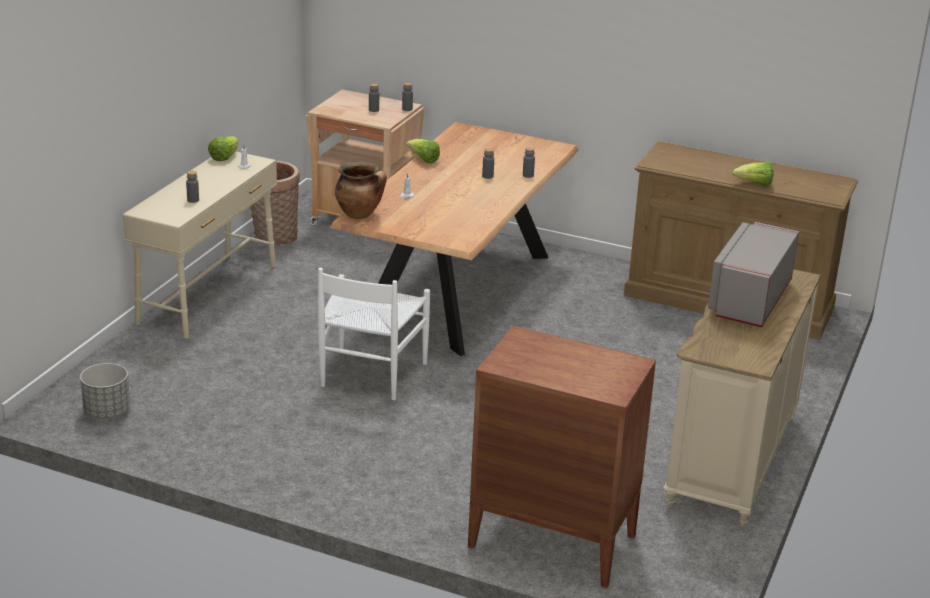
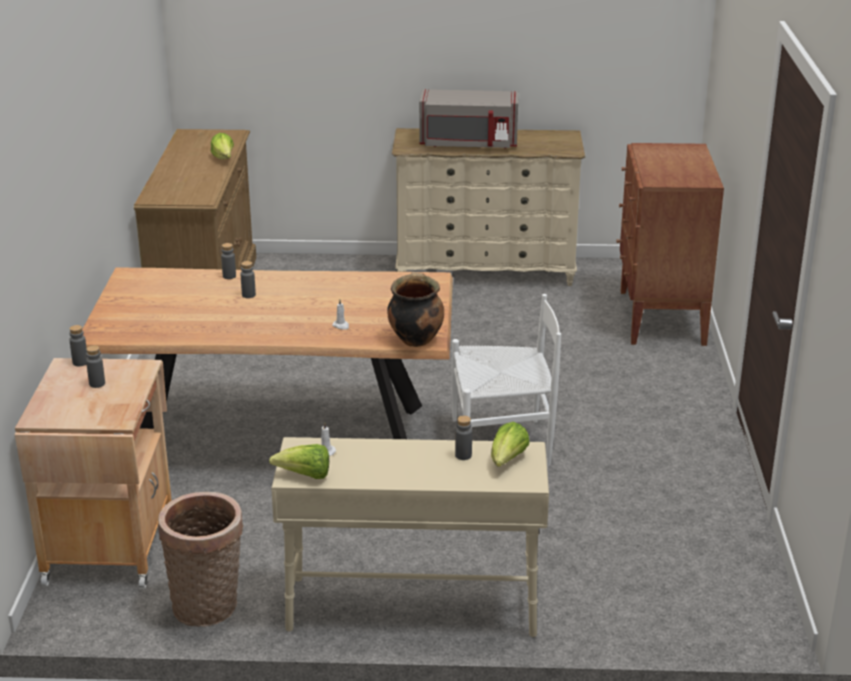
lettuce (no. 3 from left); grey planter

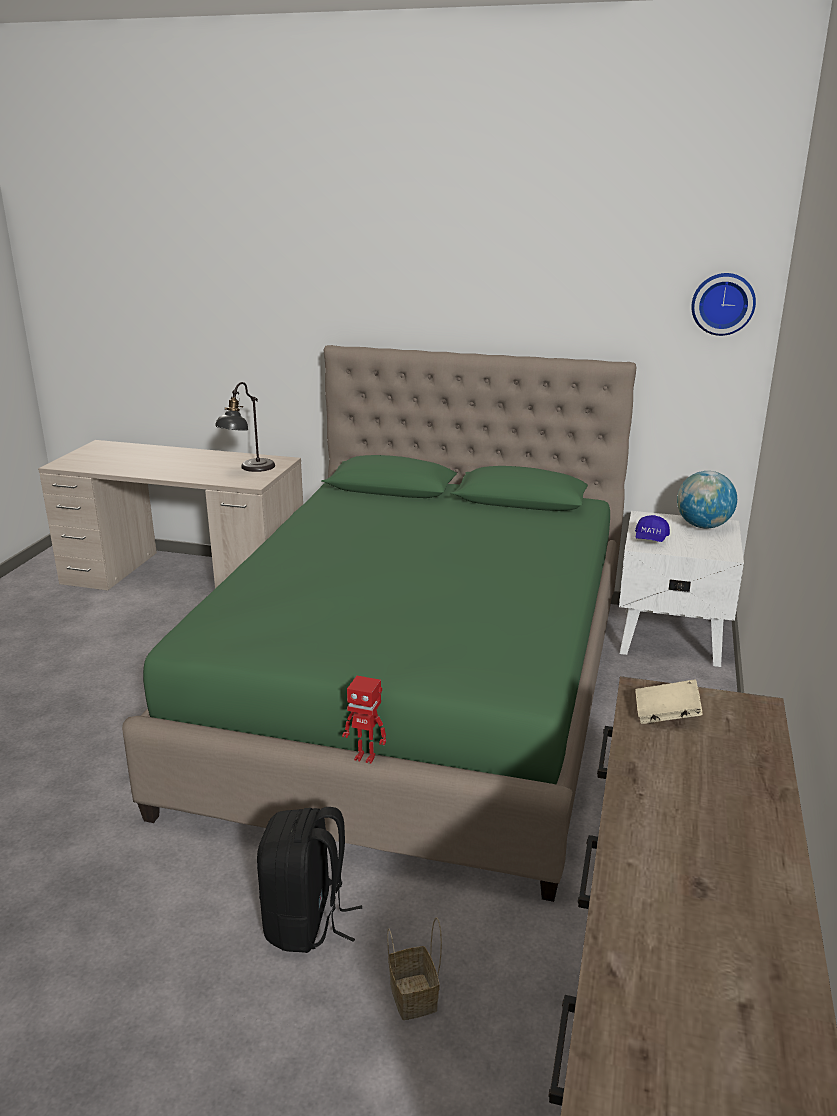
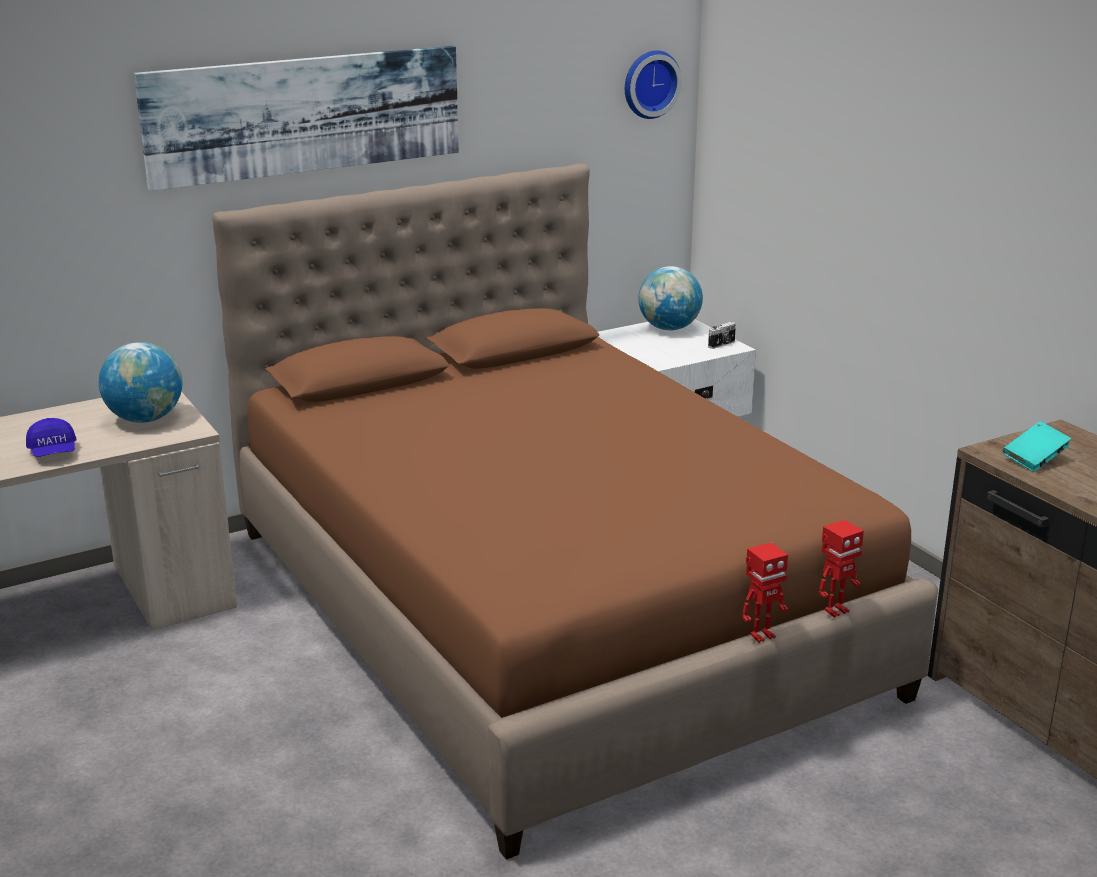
blue cap; globe (no. 1 from left); picture; brown bed; photo camera; toy robot (no. 2 from left); turquoise book; black backpack; basket

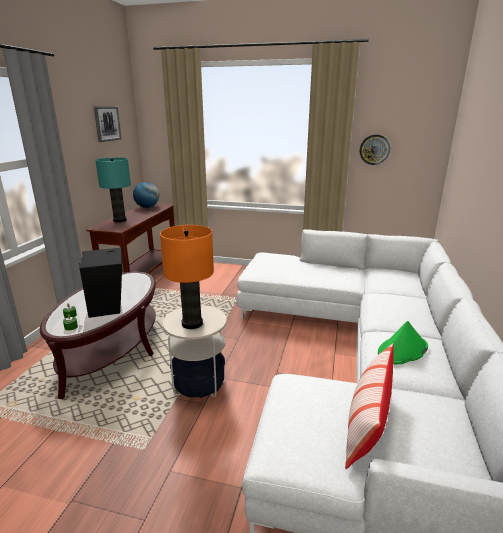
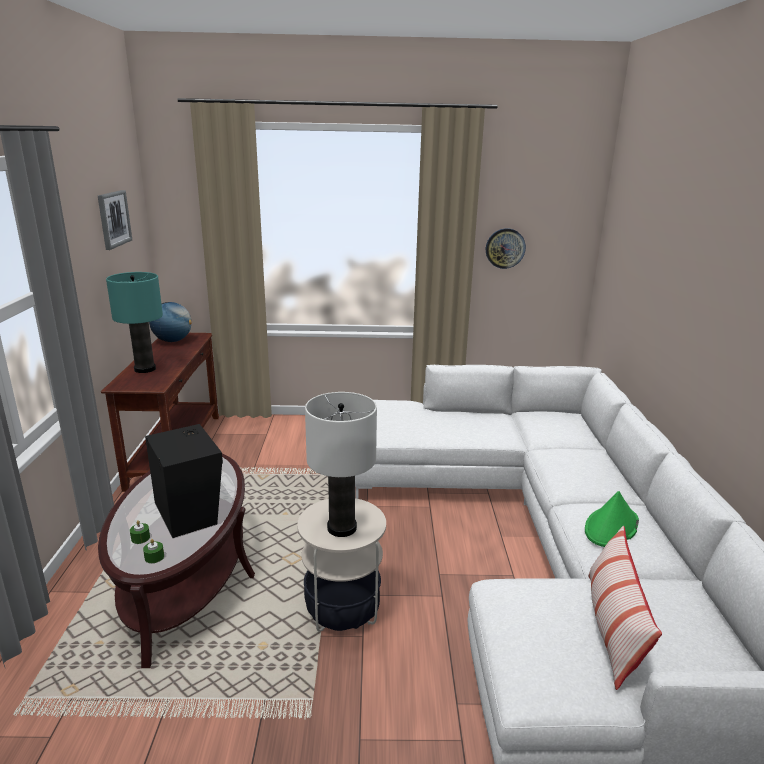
white table lamp

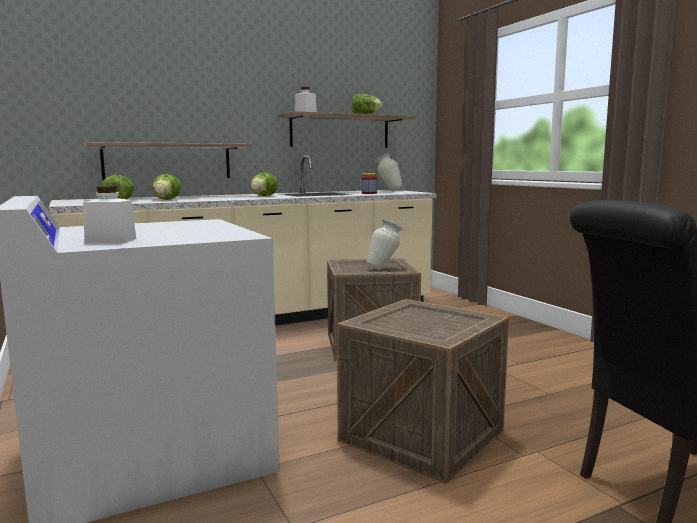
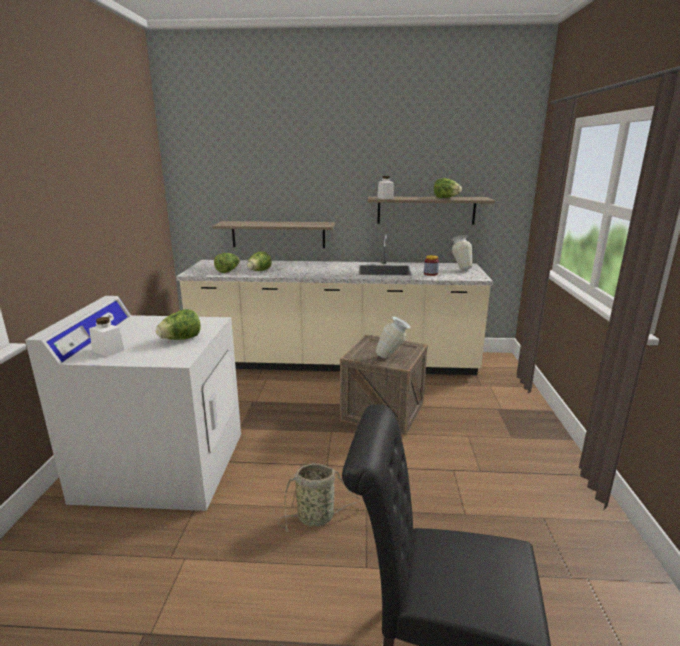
lettuce (no. 1 from left); basket

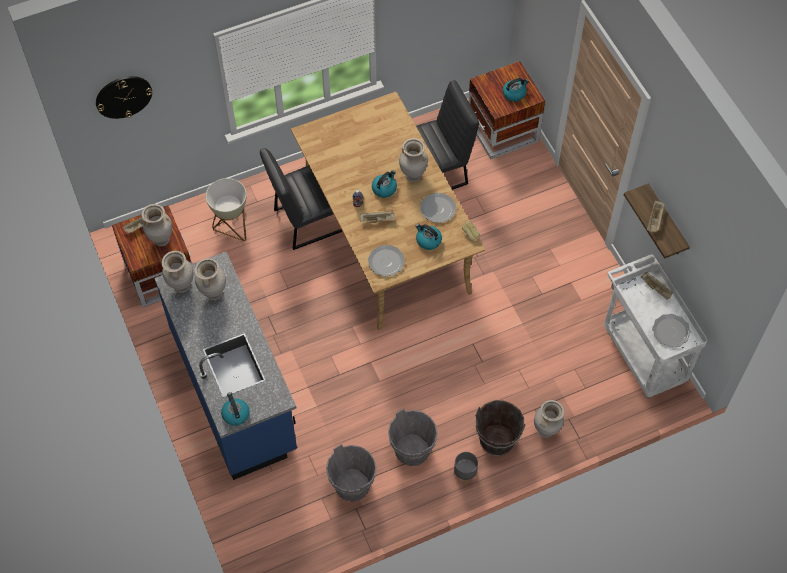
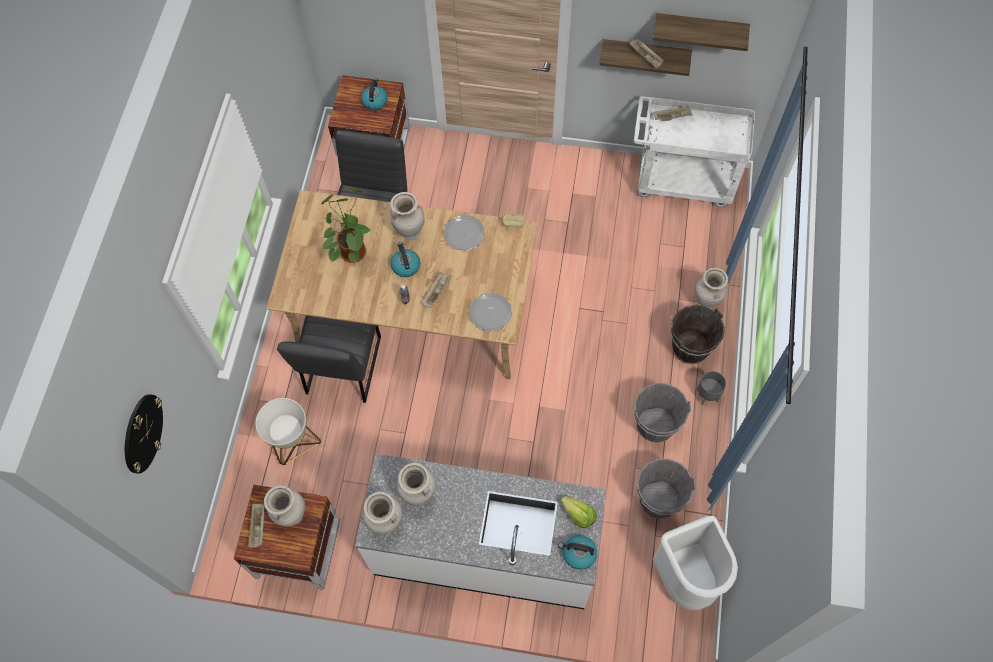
potted plant; white counter; lettuce; shelf (no. 2 from left); white trash can; kettle (no. 3 from left in the first image); plate (no. 3 from left in the first image)

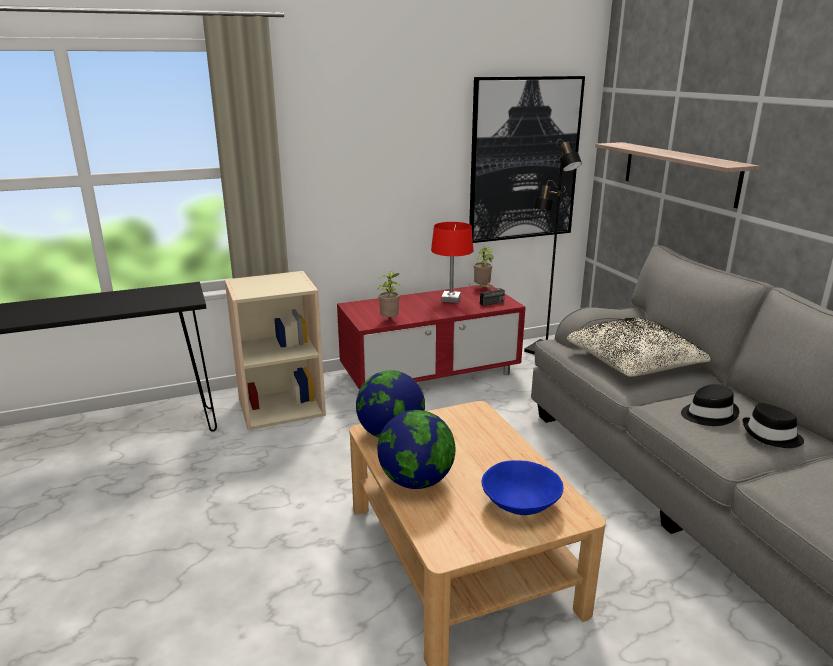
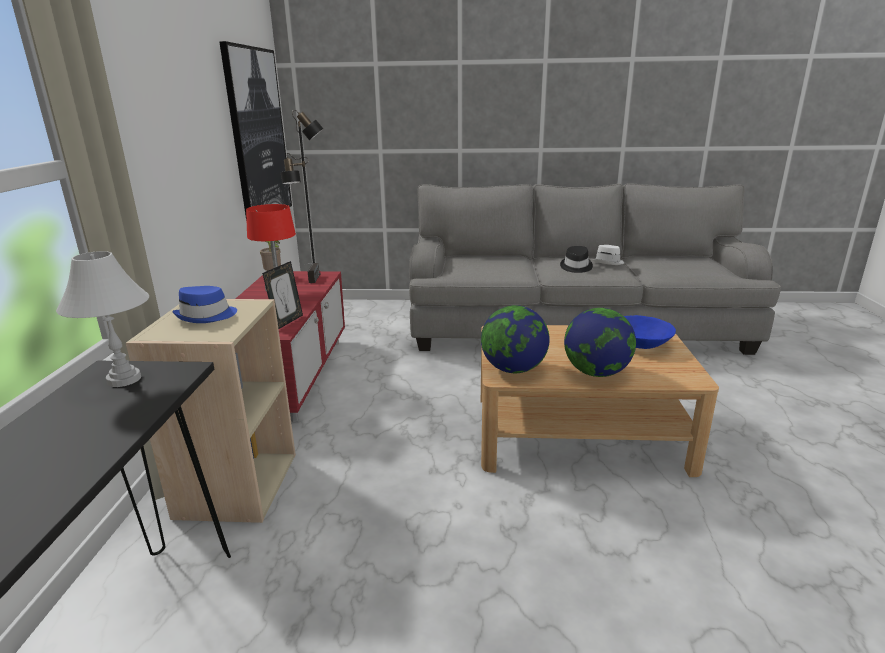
white table lamp; blue hat; picture frame; white hat; beige pillow; shelf

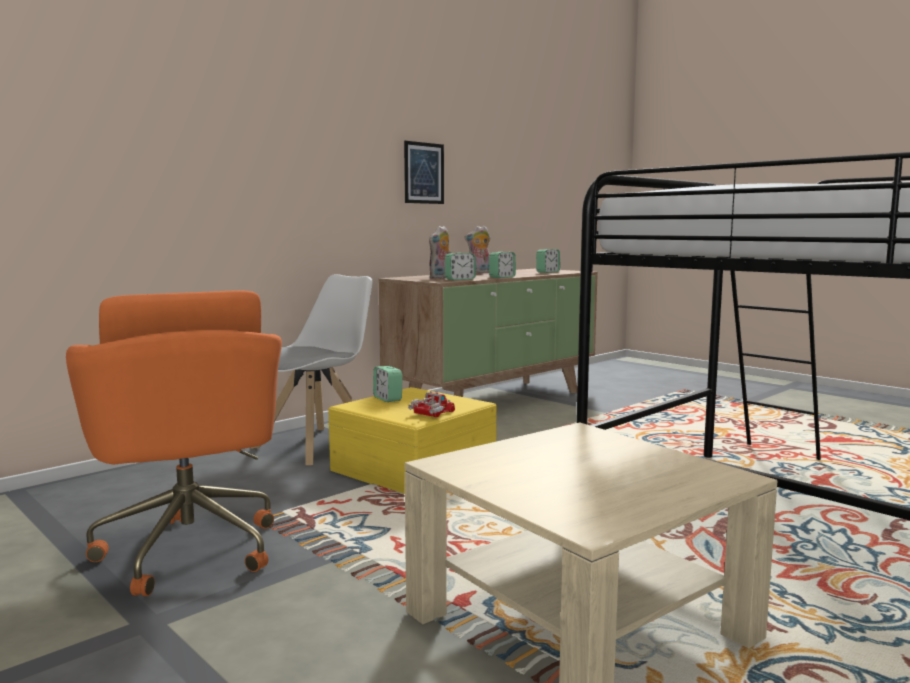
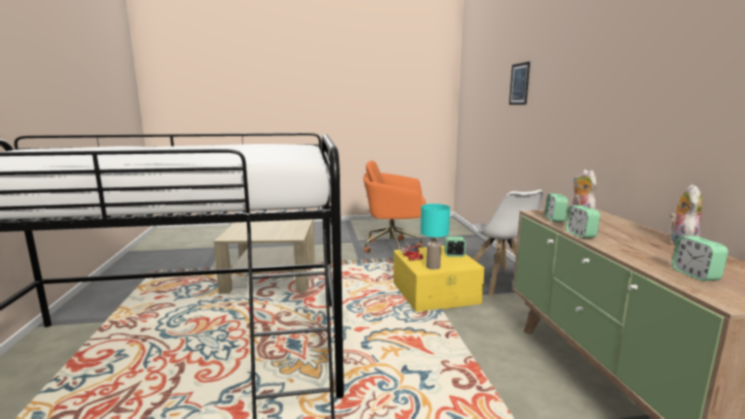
turquoise table lamp; picture

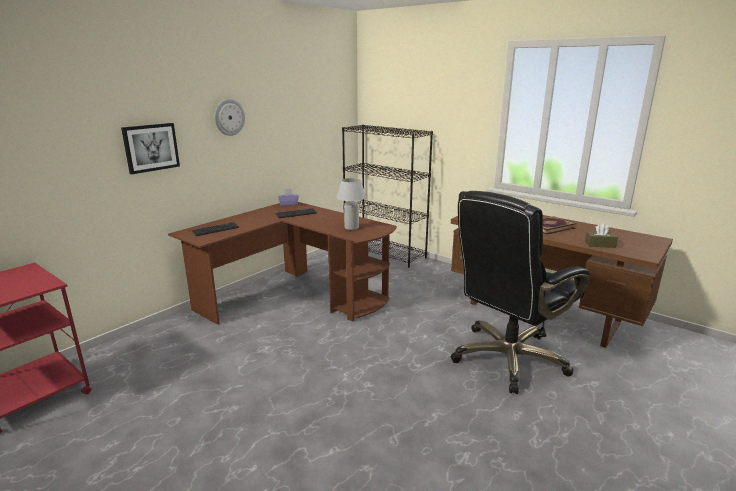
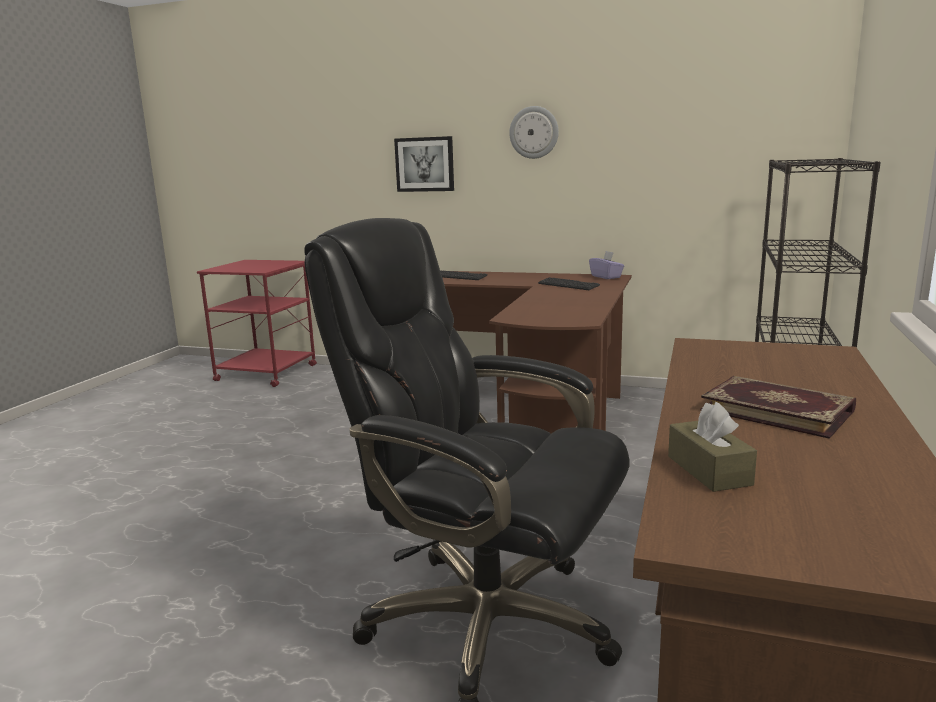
white table lamp

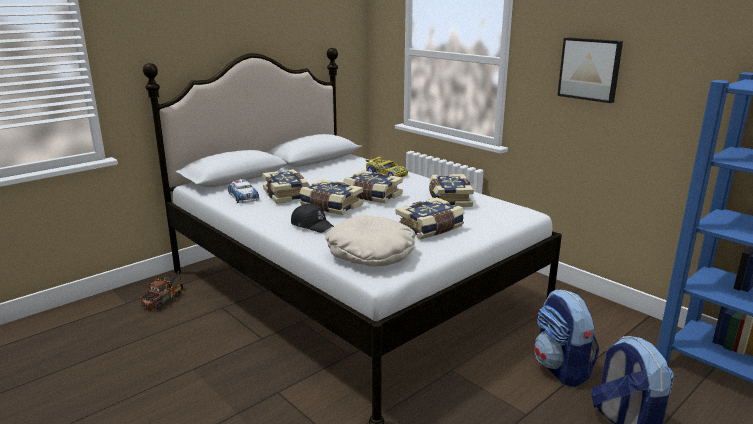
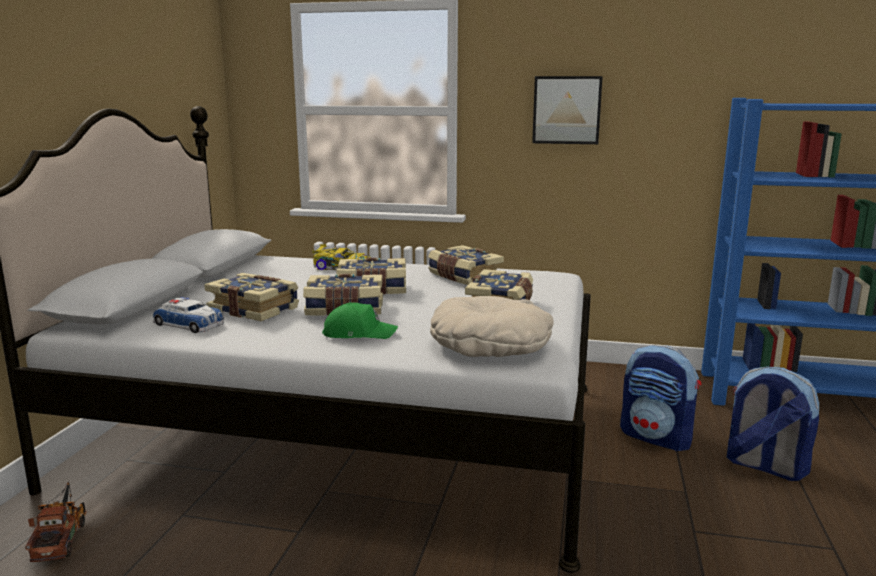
green cap

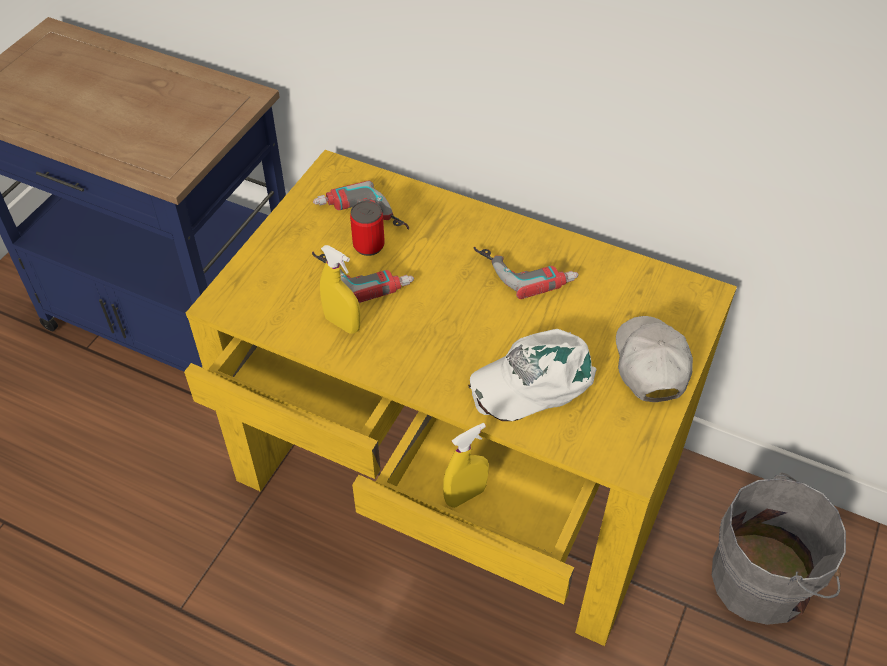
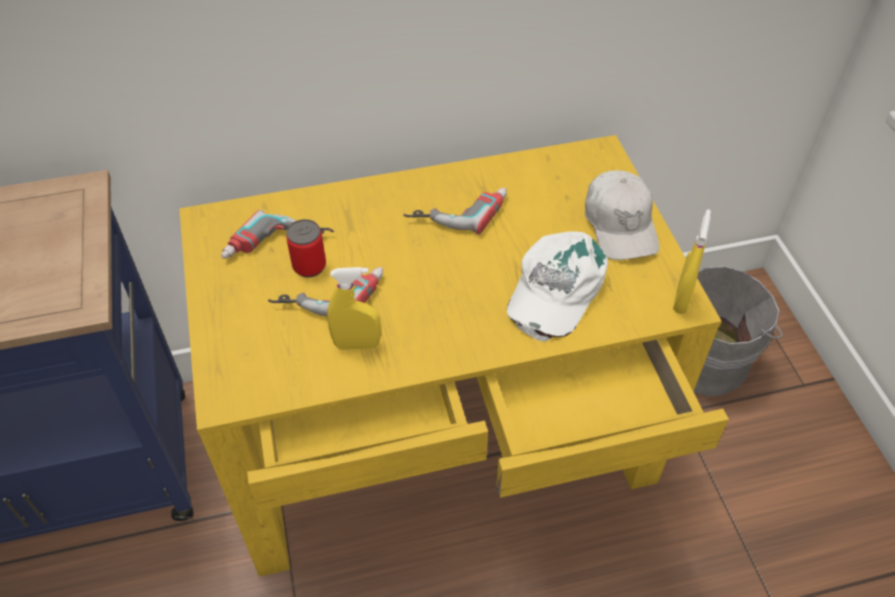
white cap (no. 2 from left); yellow spray bottle (no. 2 from left)

